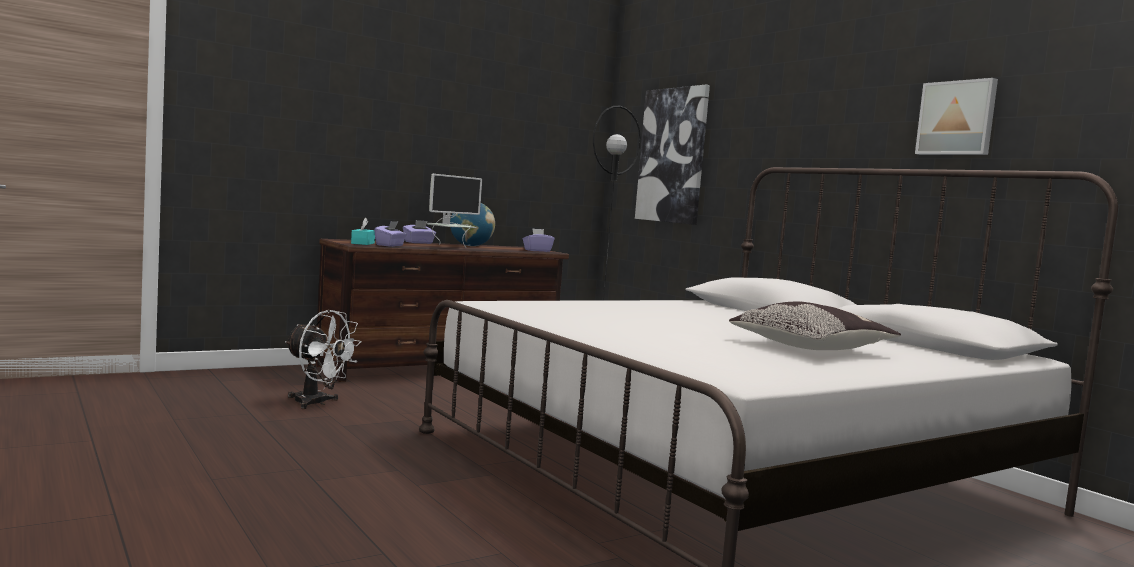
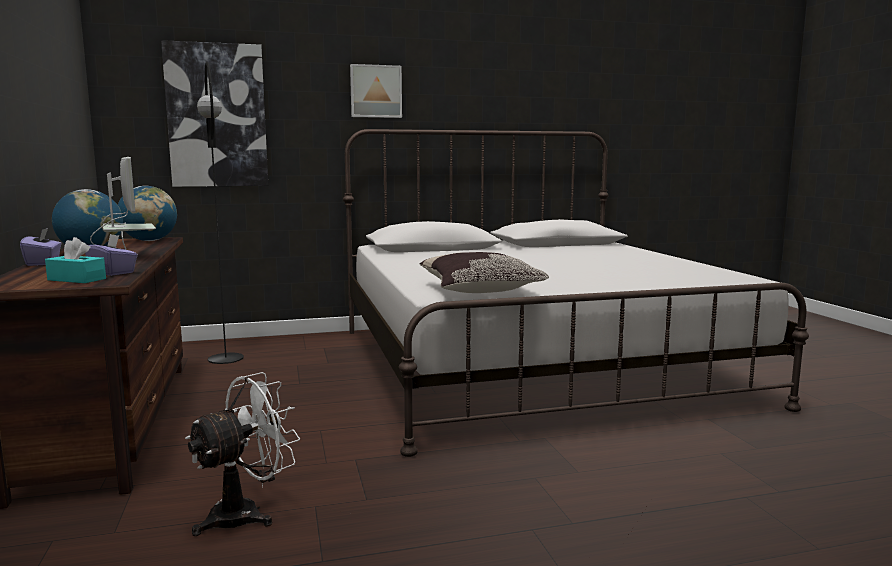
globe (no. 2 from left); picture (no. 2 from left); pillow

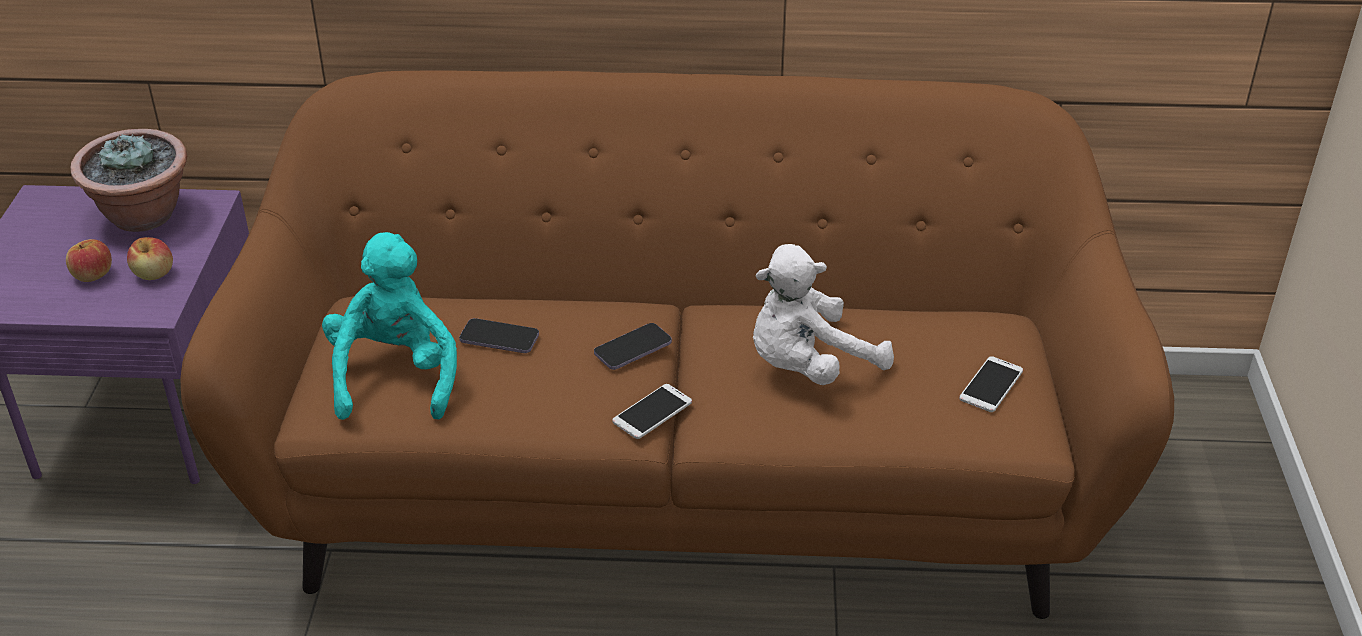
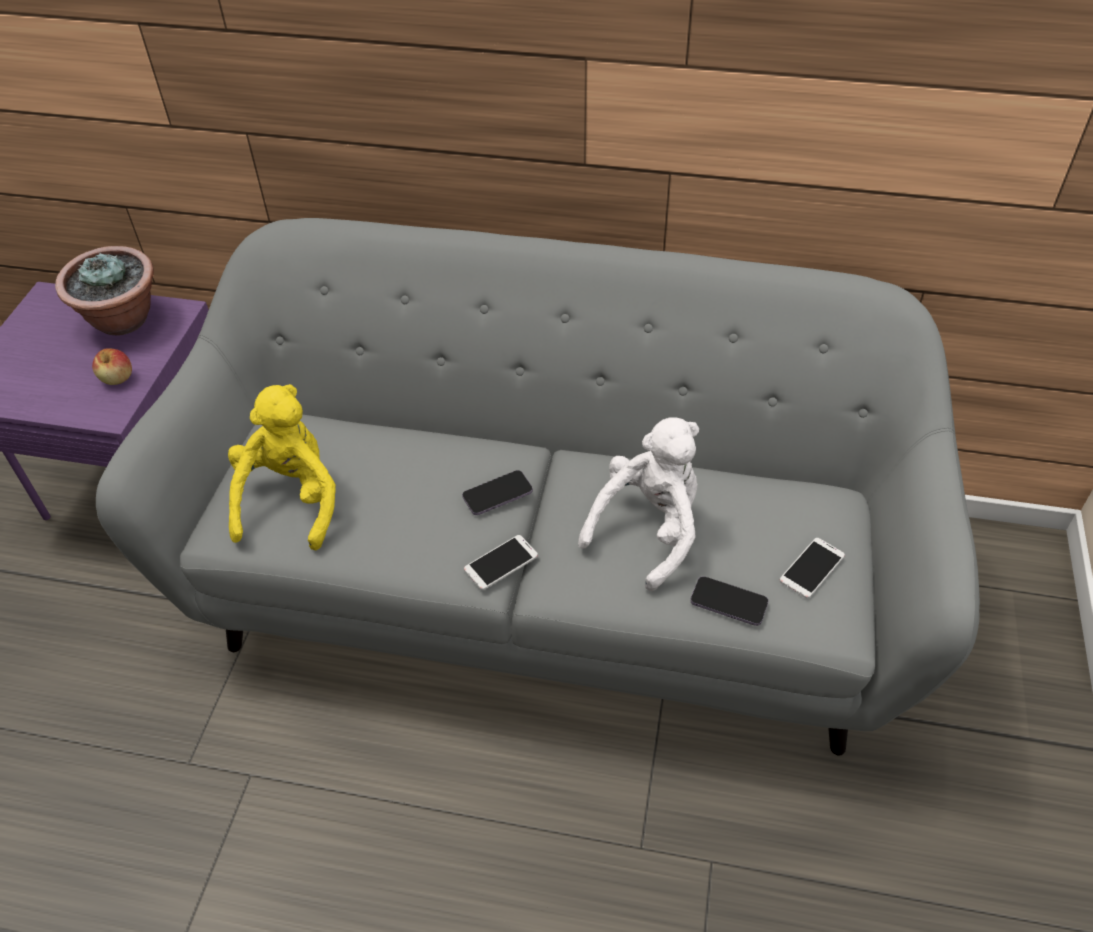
grey sofa; yellow plush toy; white plush toy; phone (no. 3 from left); apple (no. 1 from left in the first image)

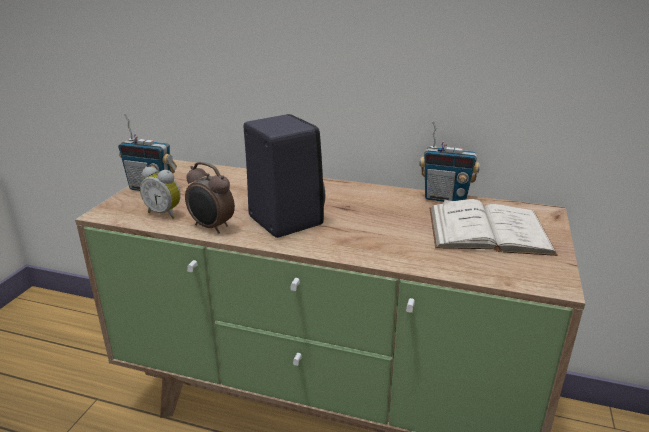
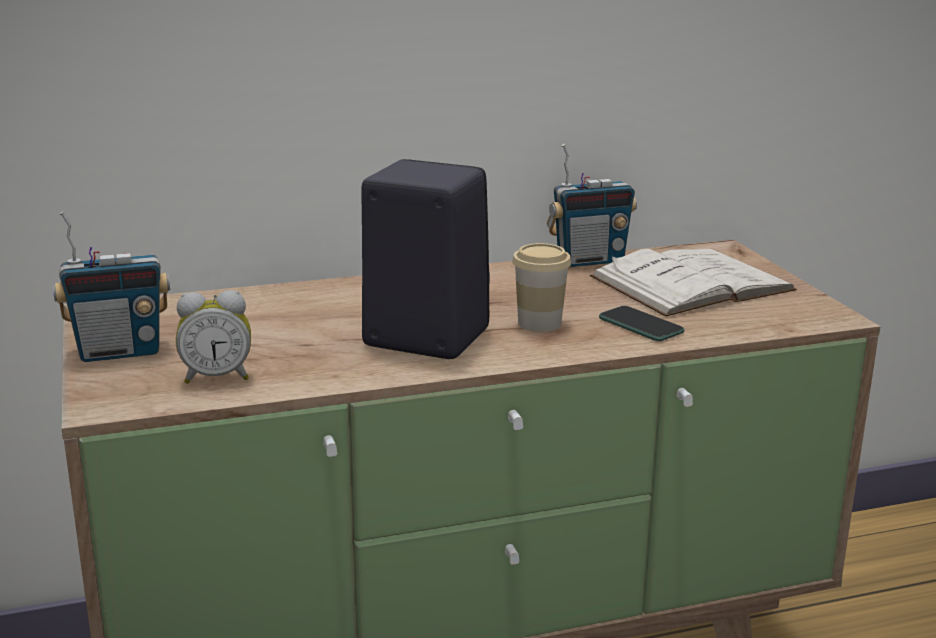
cup; phone; alarm clock (no. 2 from left in the first image)

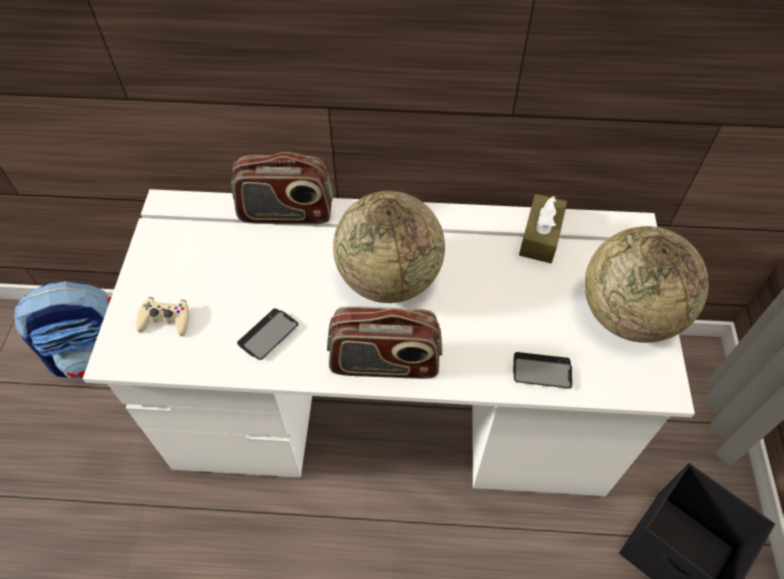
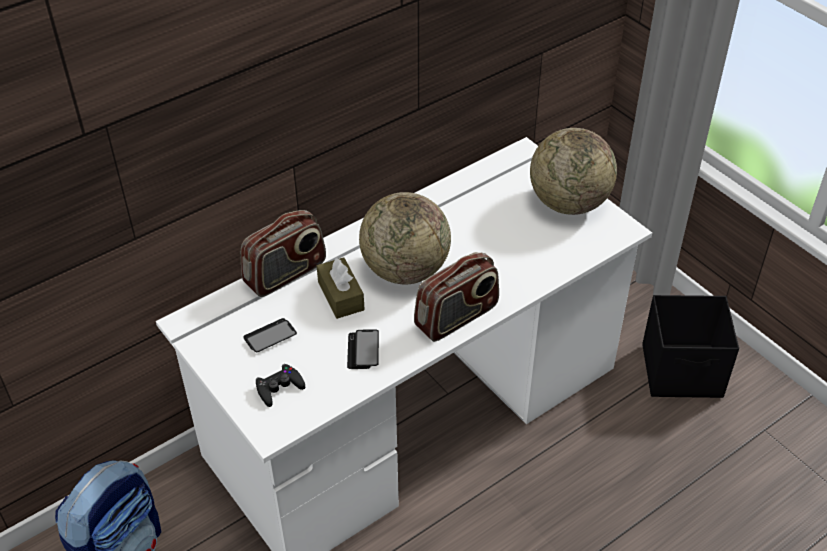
phone (no. 1 from left); black game controller; brown tissue box

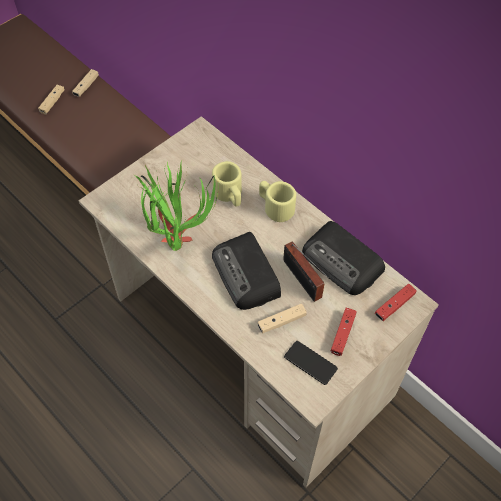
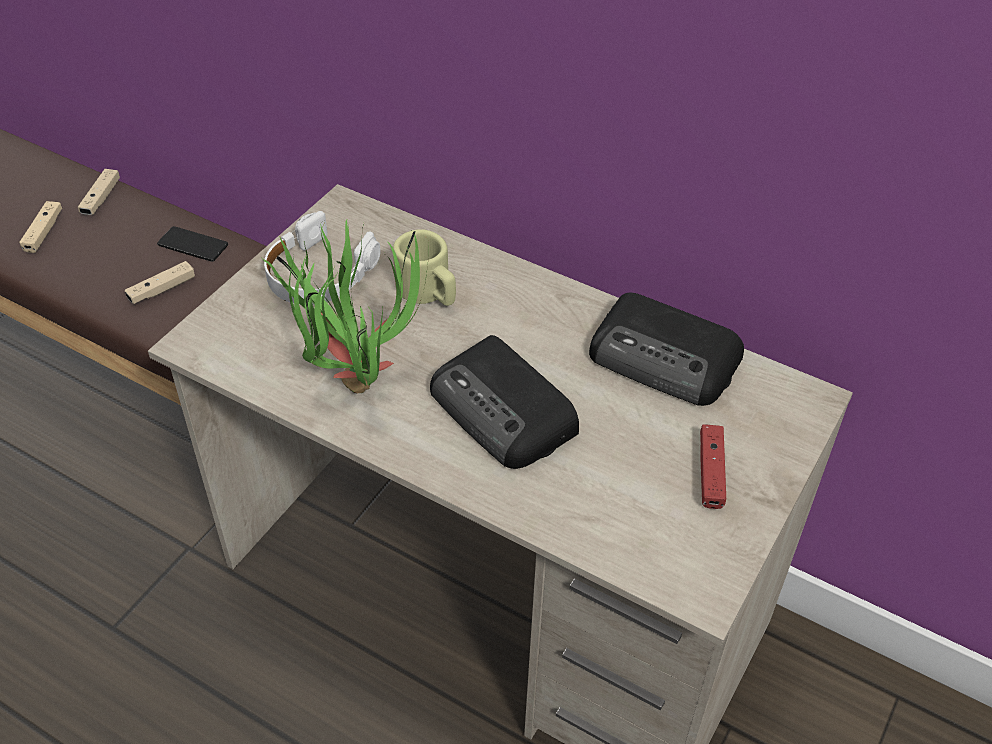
beige game controller (no. 3 from left); phone; white headphones; beige mug (no. 2 from left in the first image); radio (no. 2 from left in the first image); red game controller (no. 2 from left in the first image)

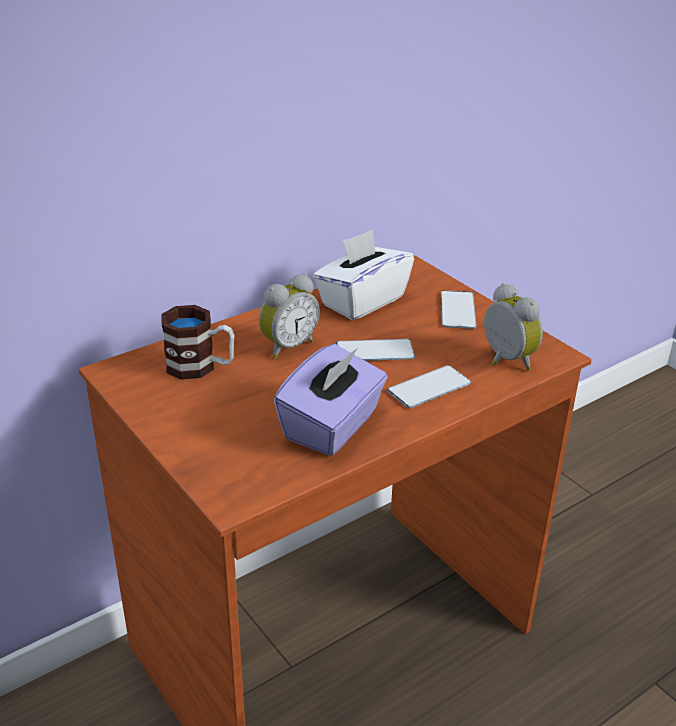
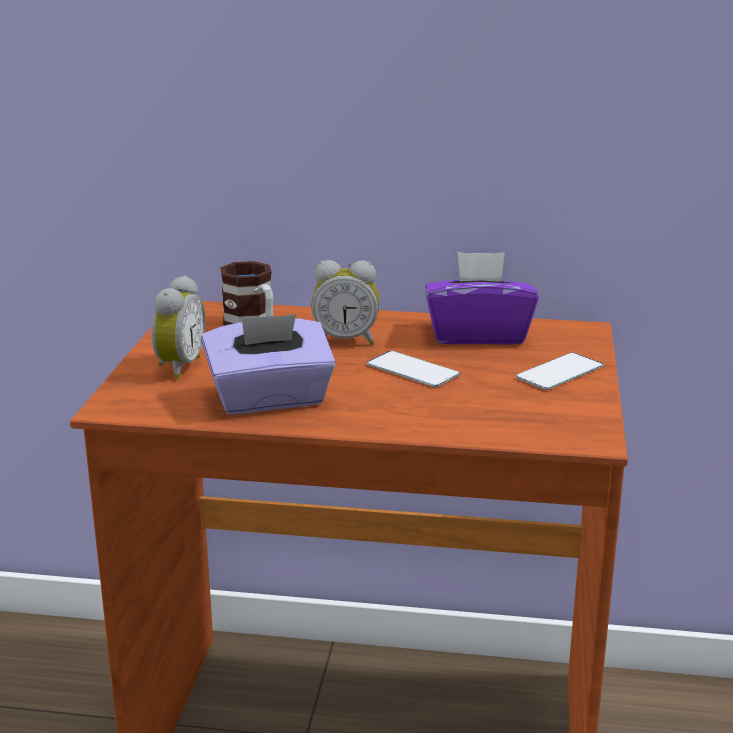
alarm clock (no. 1 from left); purple tissue box (no. 2 from left); phone (no. 2 from left in the first image)

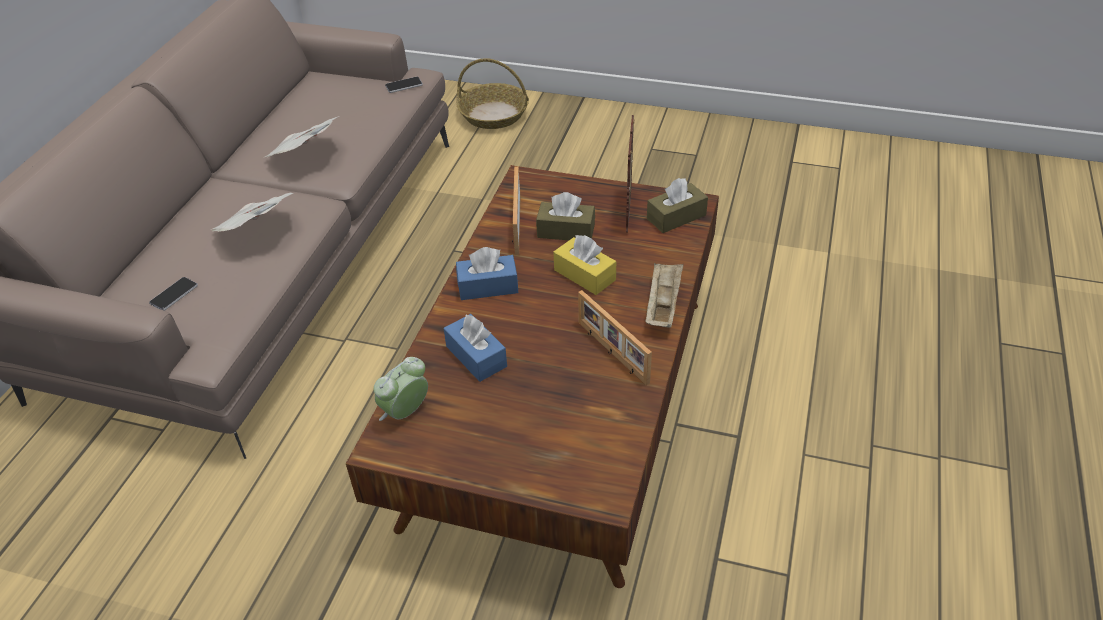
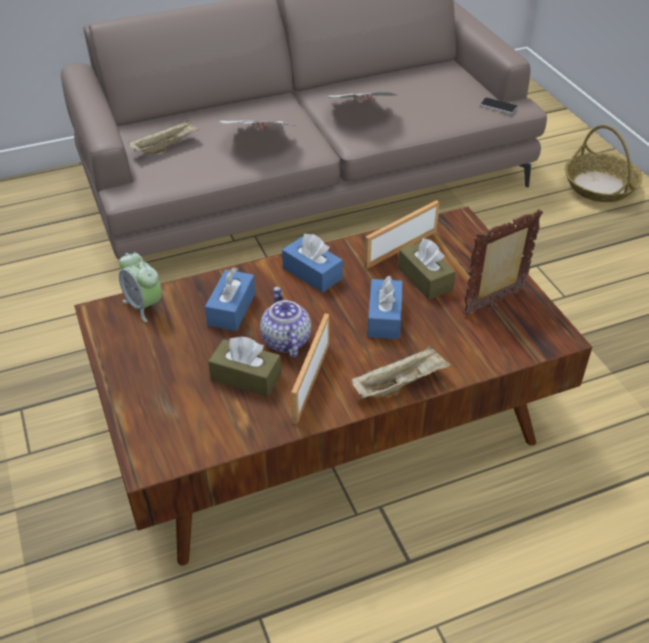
alarm clock; beige tray (no. 1 from left); brown tissue box (no. 1 from left); teapot; blue tissue box (no. 3 from left)

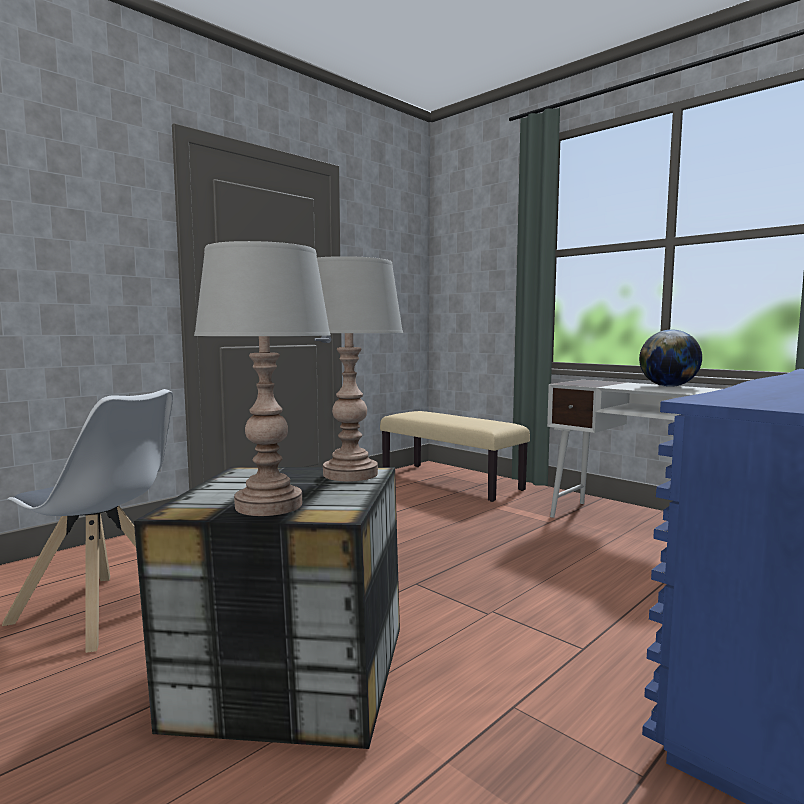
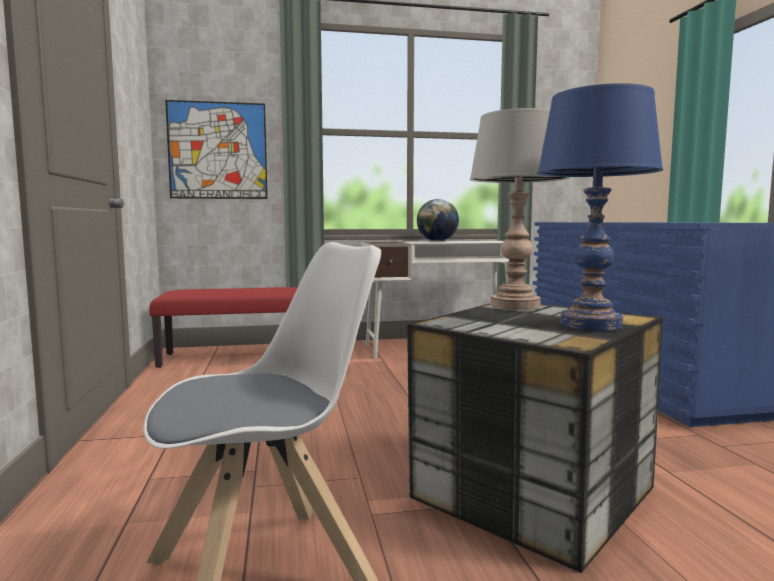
red bench; picture; blue table lamp

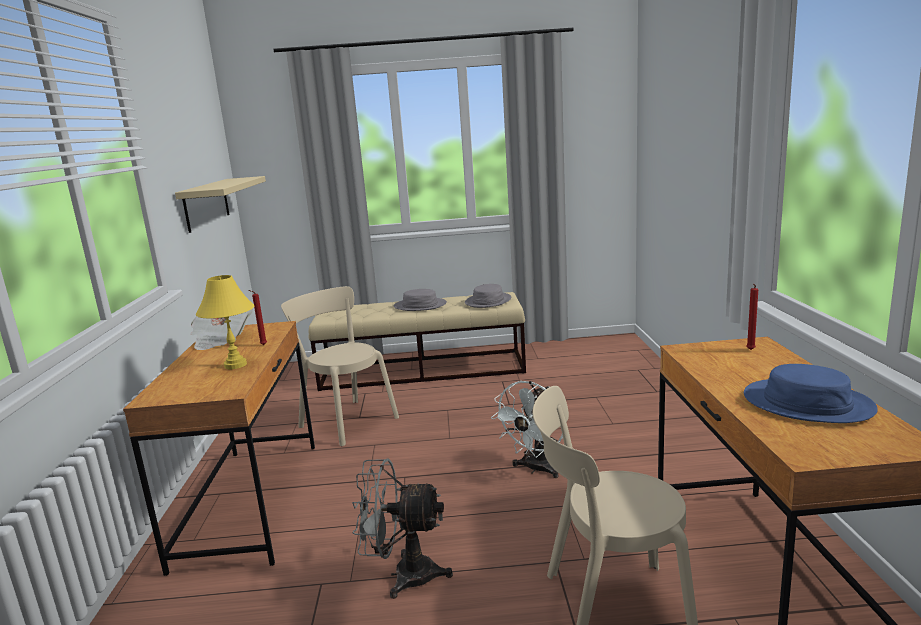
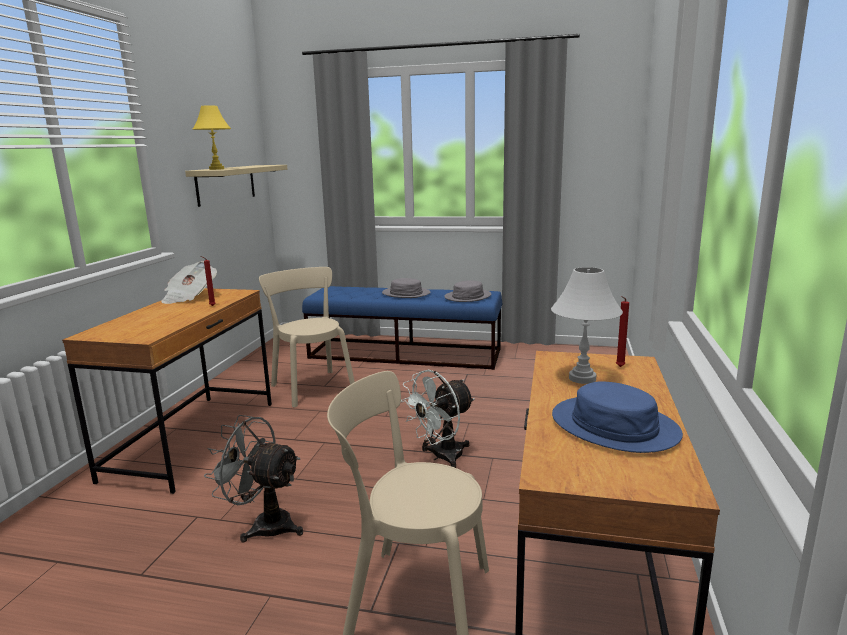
yellow table lamp; blue bench; white table lamp

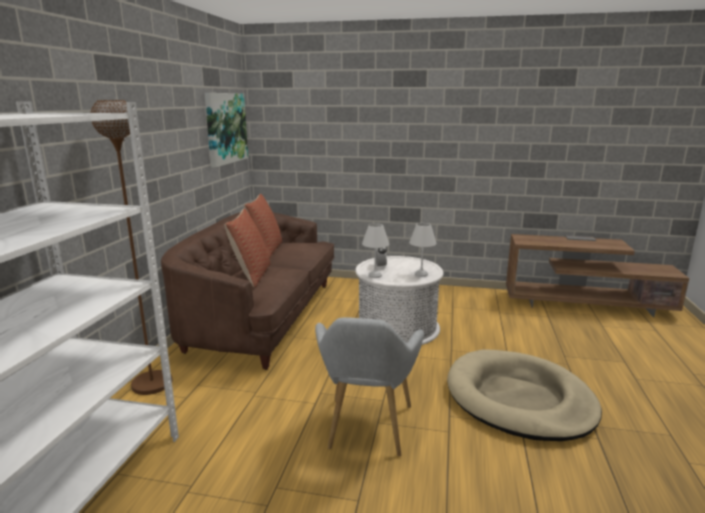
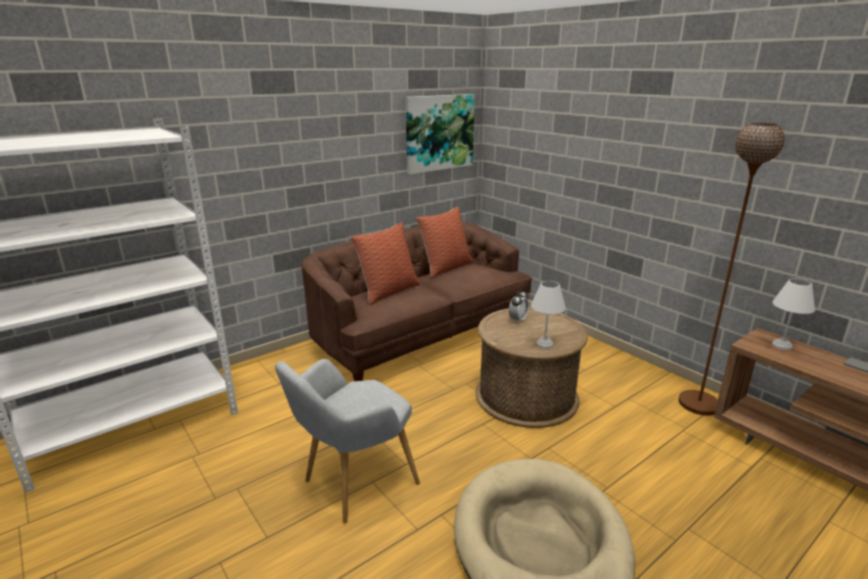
brown coffee table; brown floor lamp; white table lamp (no. 2 from left)

